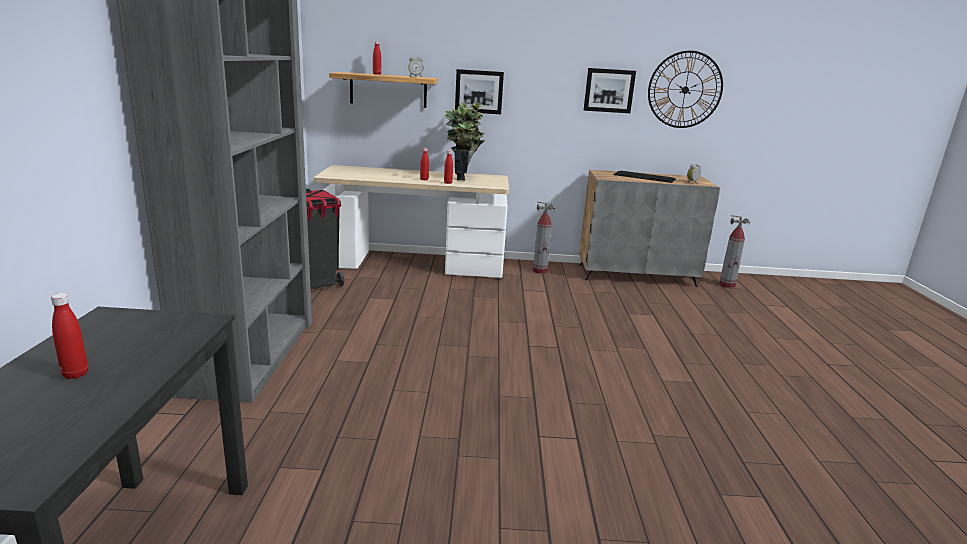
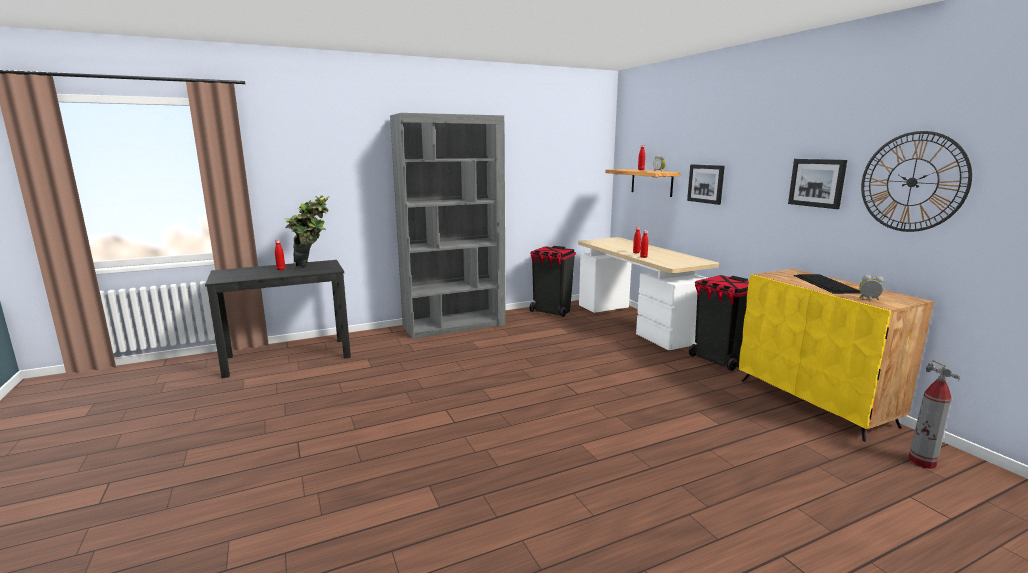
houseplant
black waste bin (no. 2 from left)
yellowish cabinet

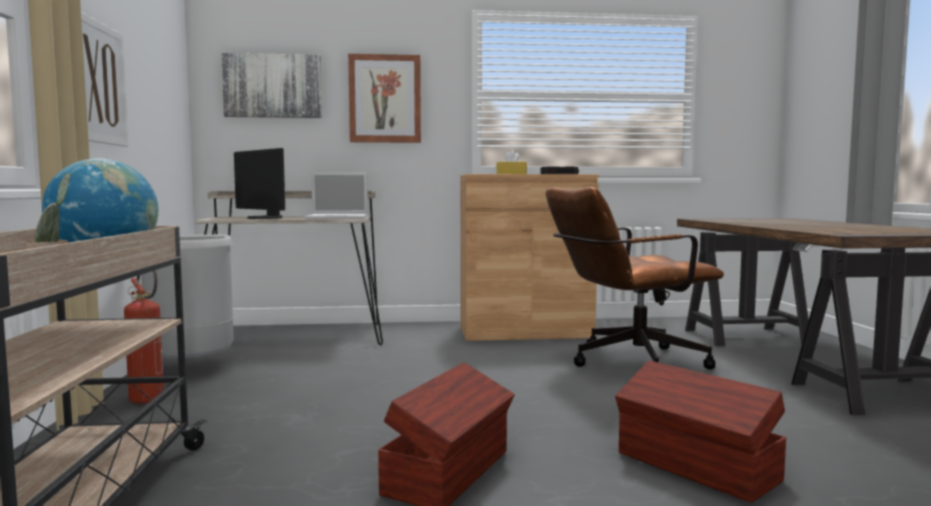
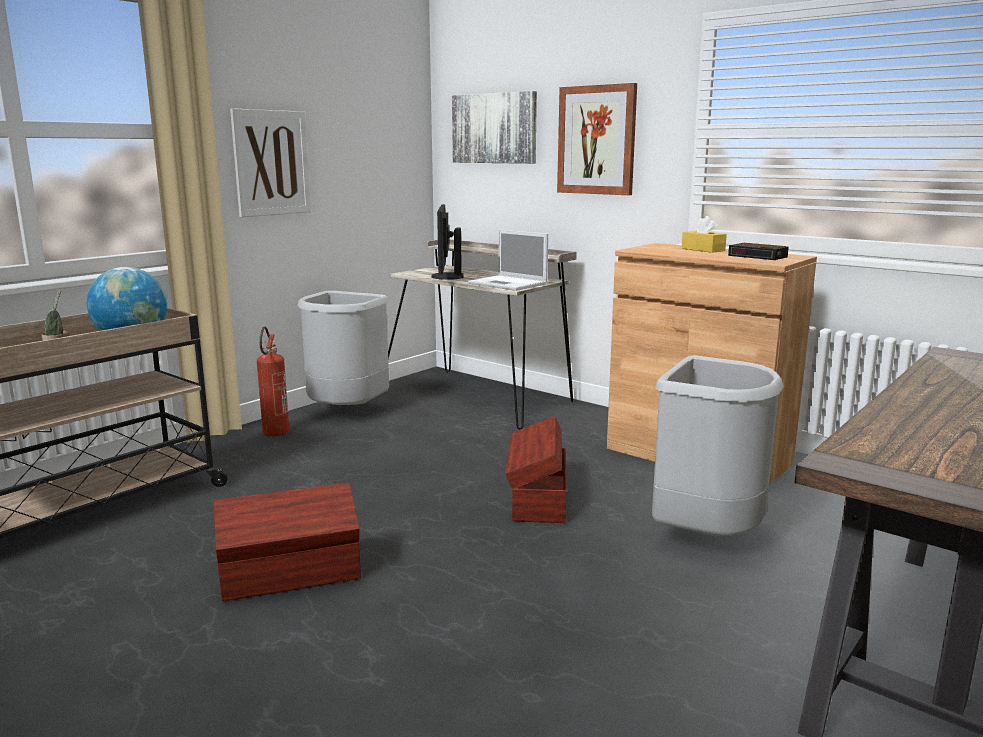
brownish storage container (no. 2 from left)
greyish waste bin (no. 2 from left)

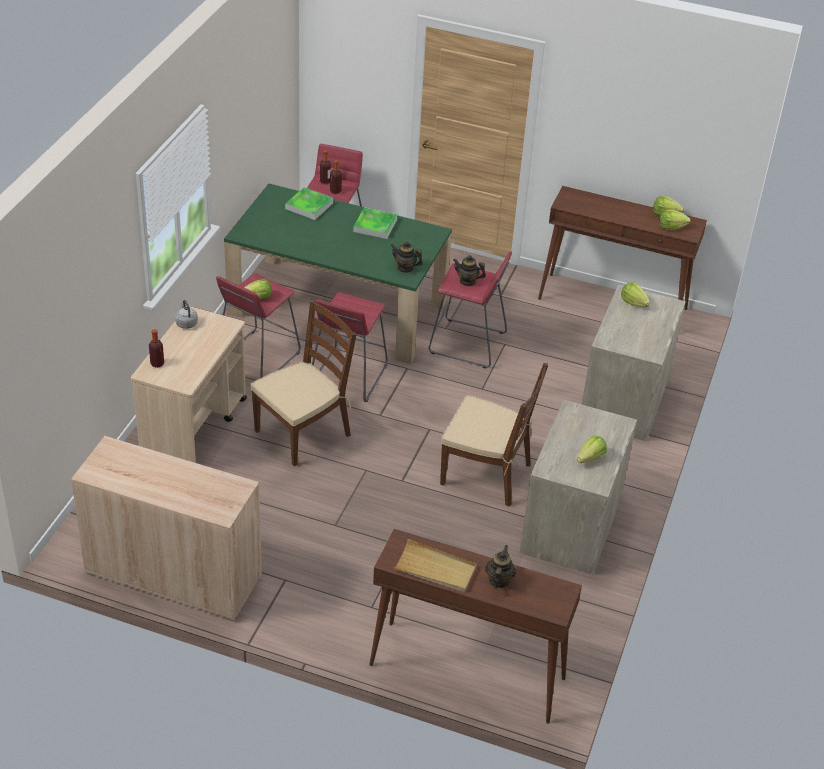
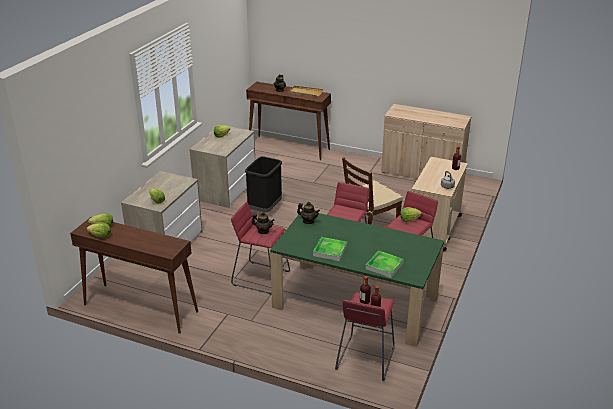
black waste bin

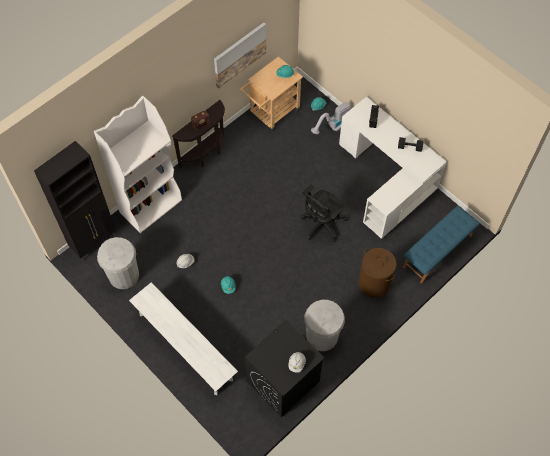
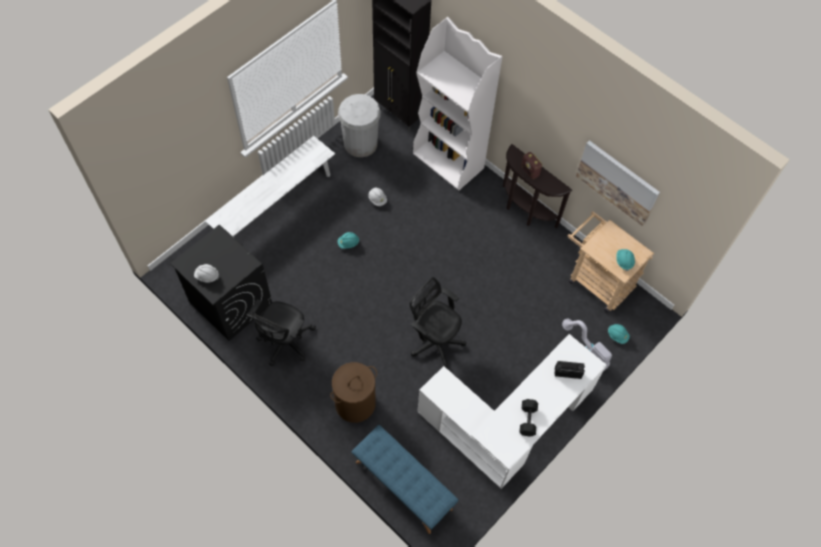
black computer chair (no. 1 from left)

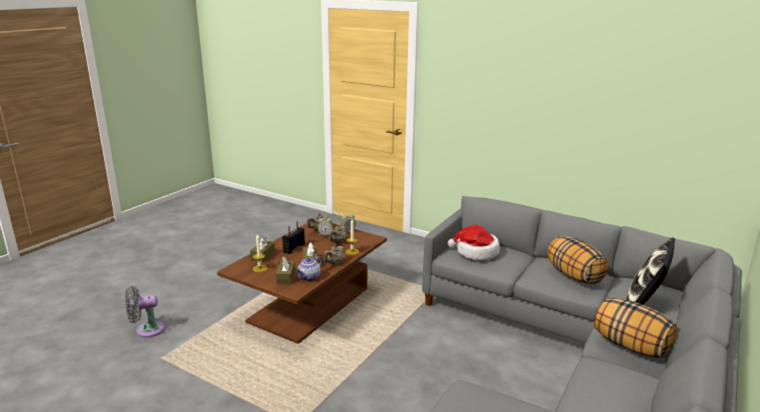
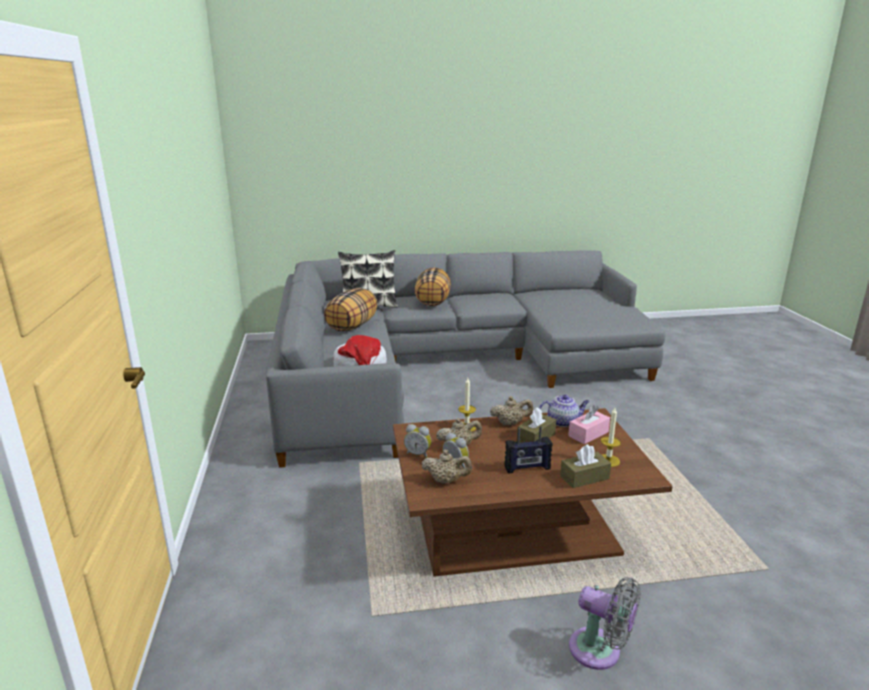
greyish electric fan
pink box of tissues

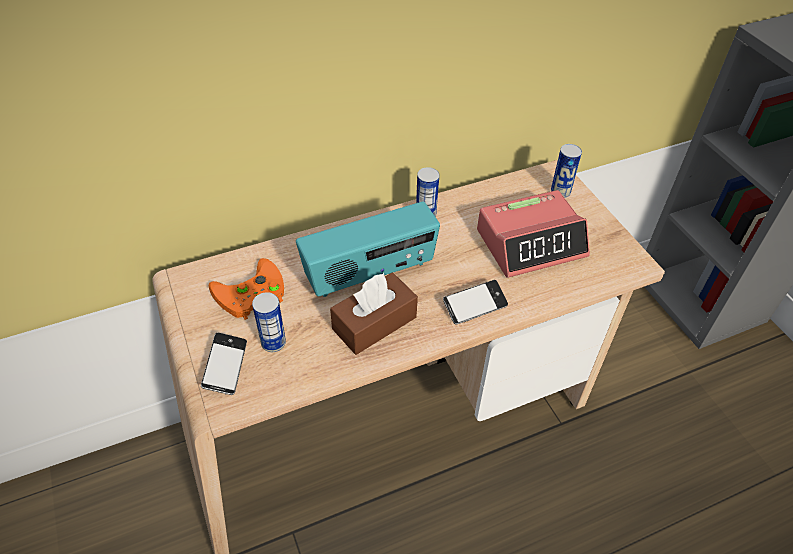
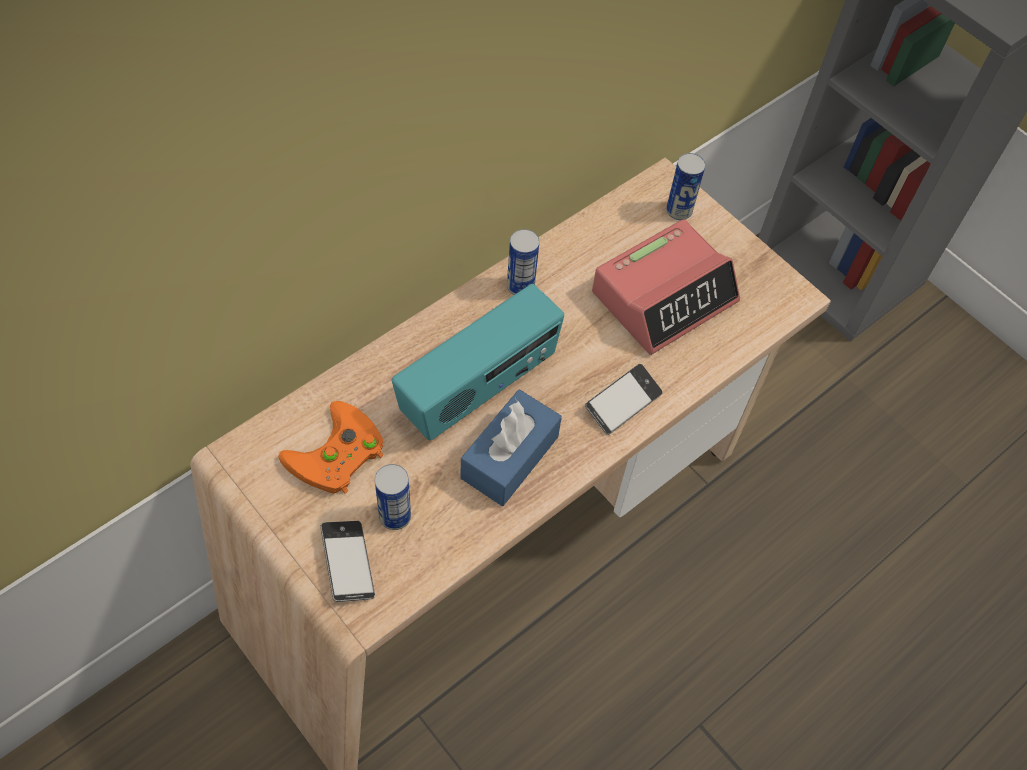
blue box of tissues

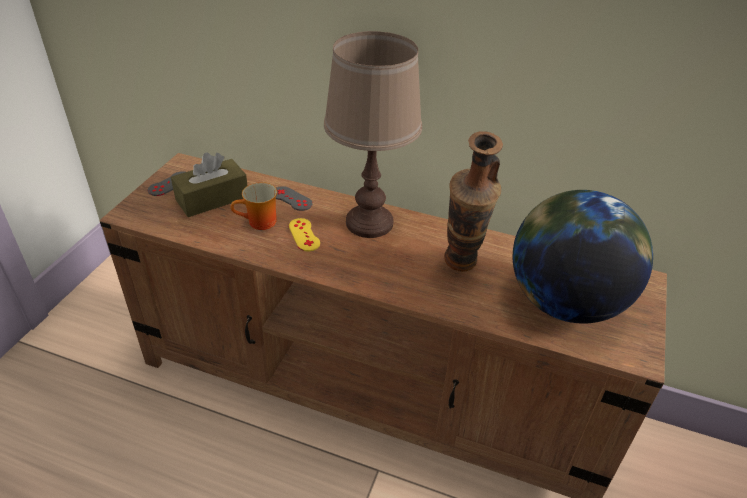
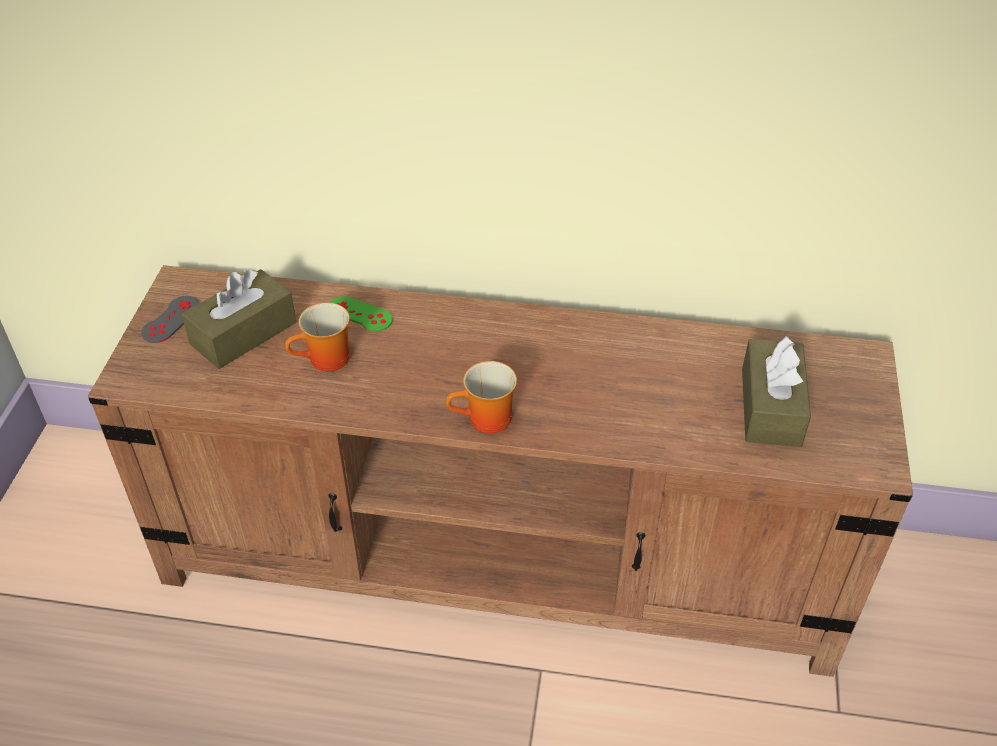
yellowish joypad
brownish tabletop lamp
vase
tea mug (no. 2 from left)
brownish box of tissues (no. 2 from left)
greenish joypad

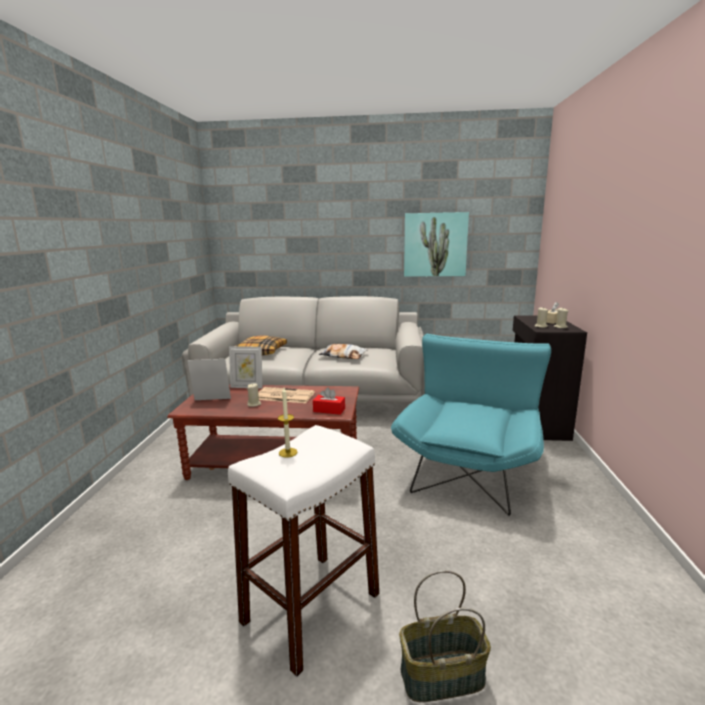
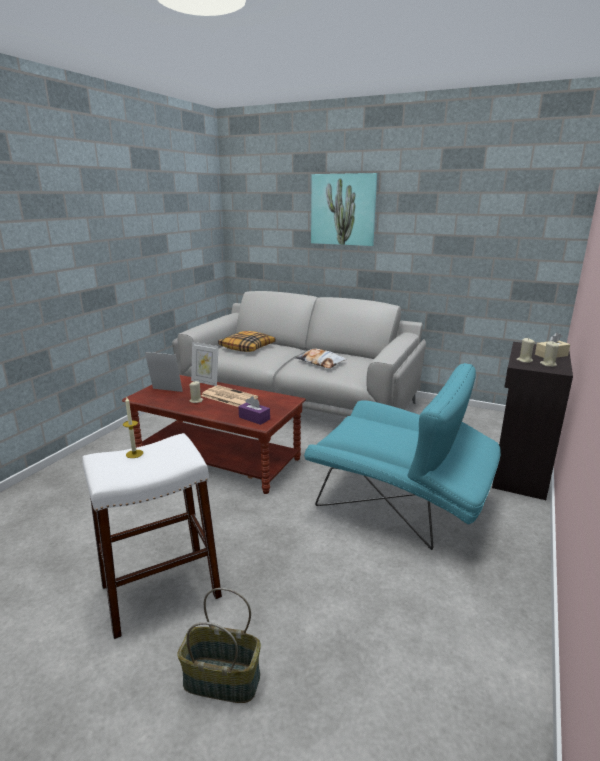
wall picture
purple box of tissues
blue-green easy chair

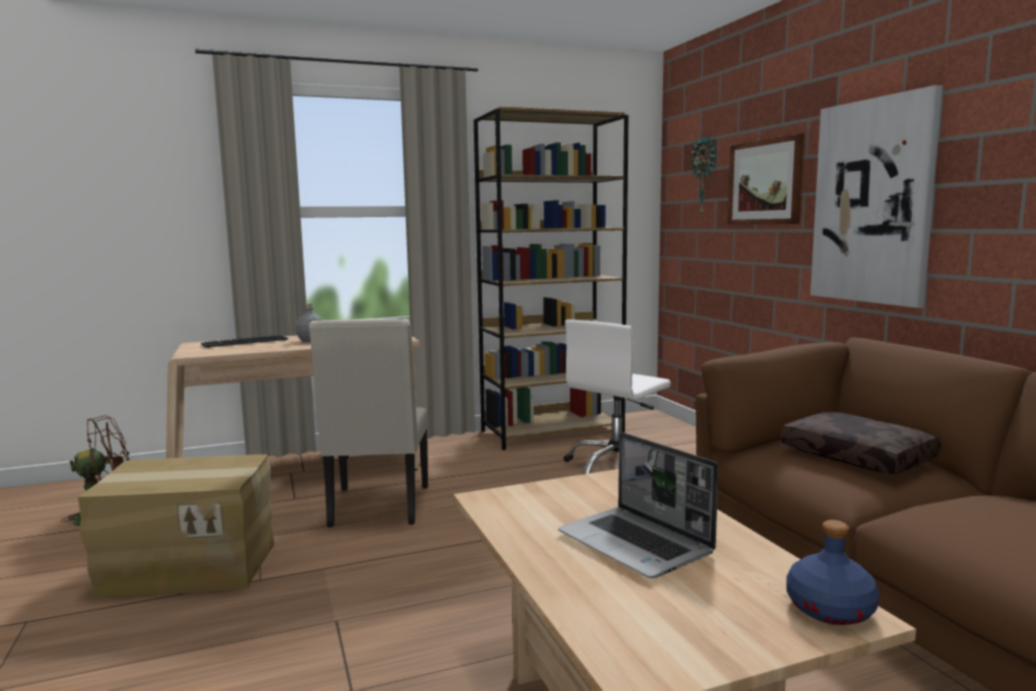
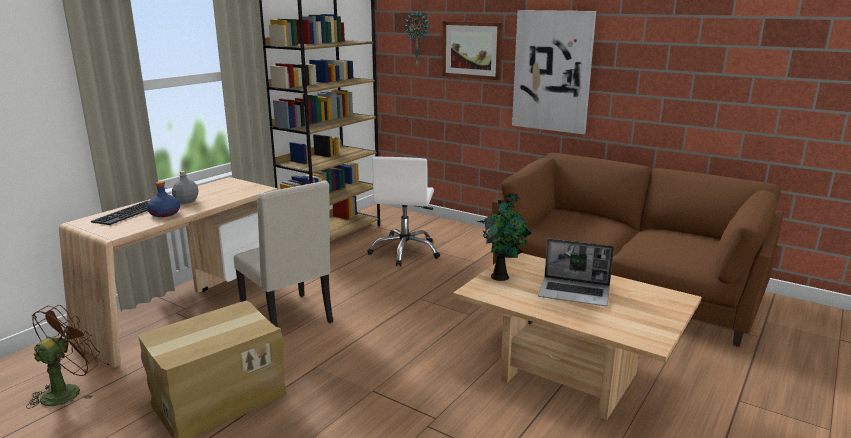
brownish cushion
houseplant
blue beverage bottle

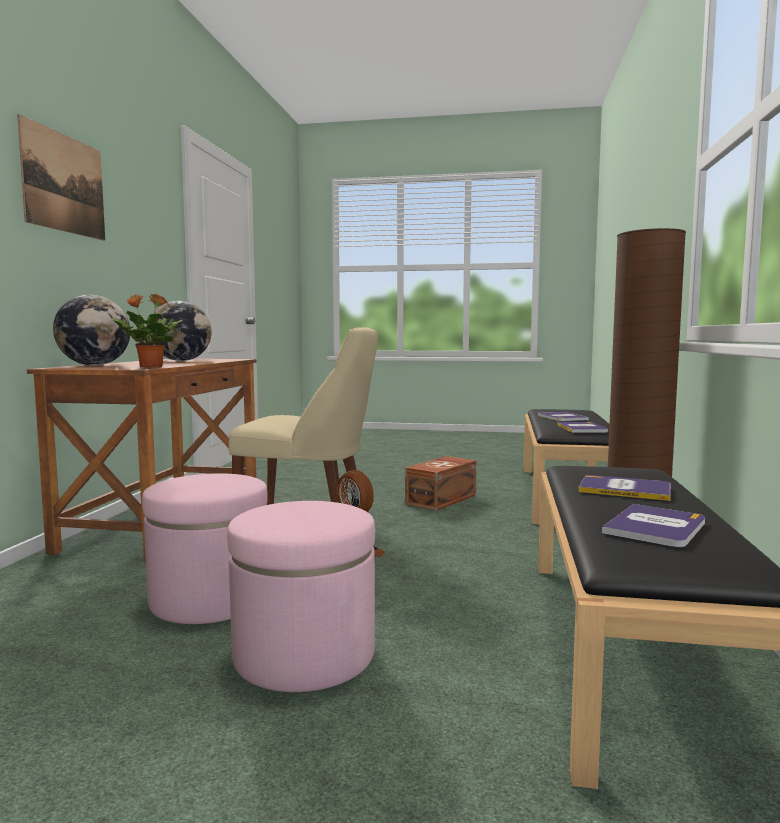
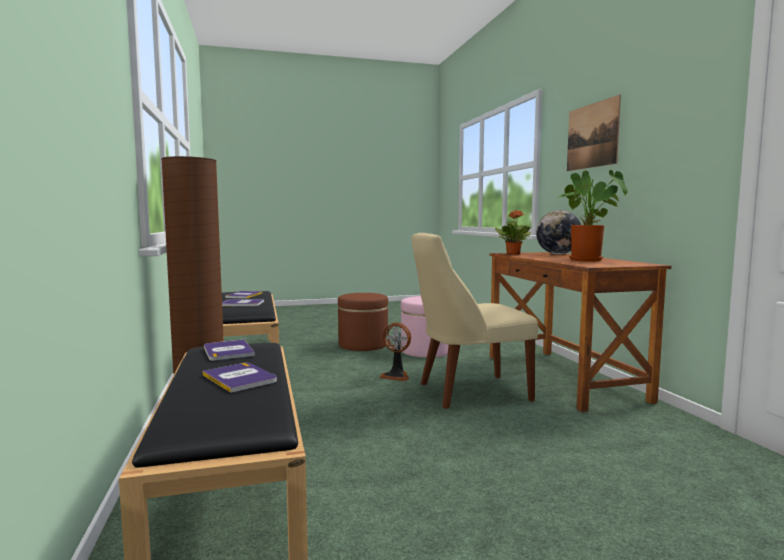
brownish storage container
houseplant (no. 2 from left)
brownish pouffe

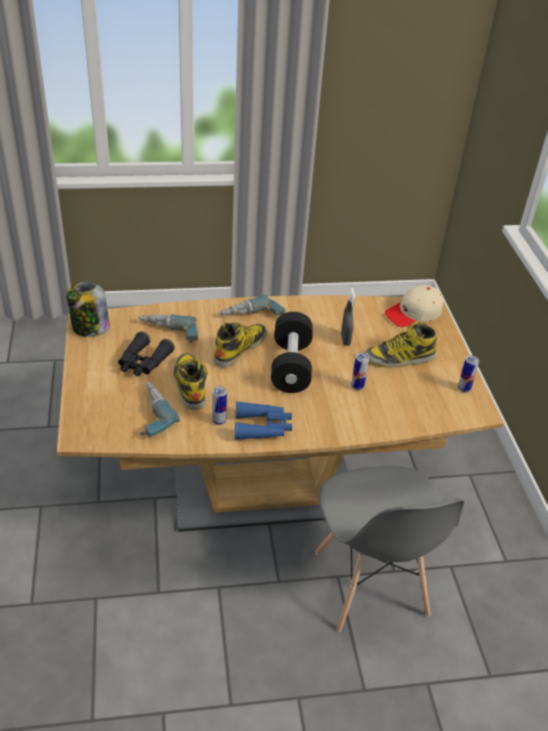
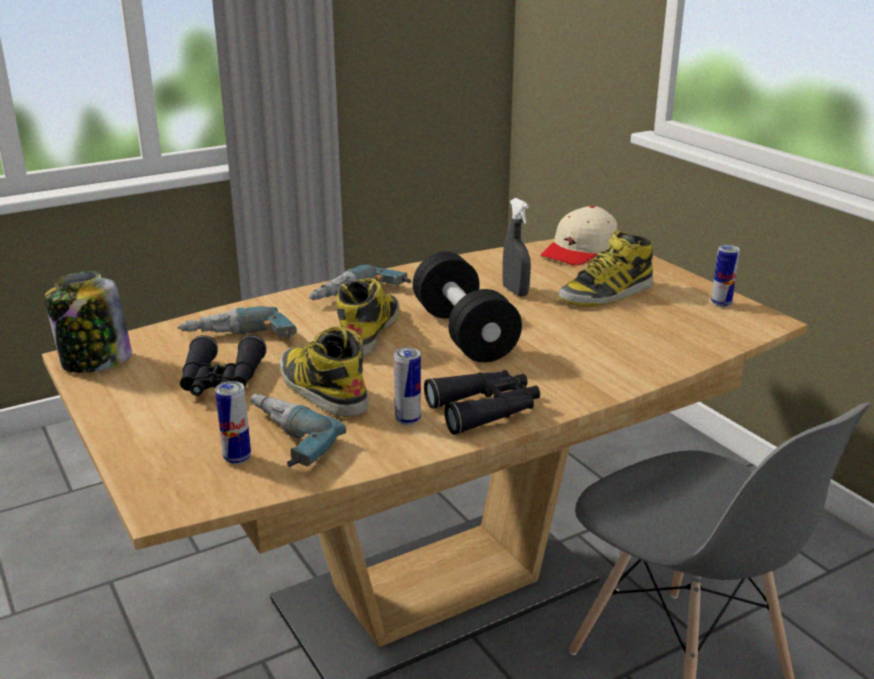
metal can (no. 1 from left)
black field glasses (no. 2 from left)

